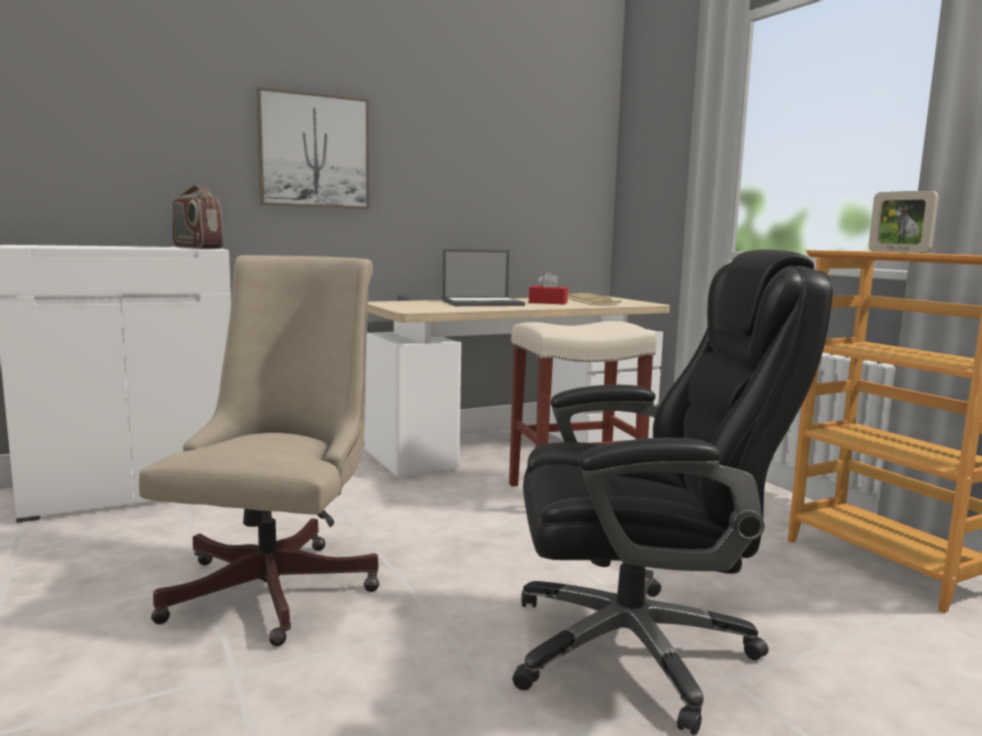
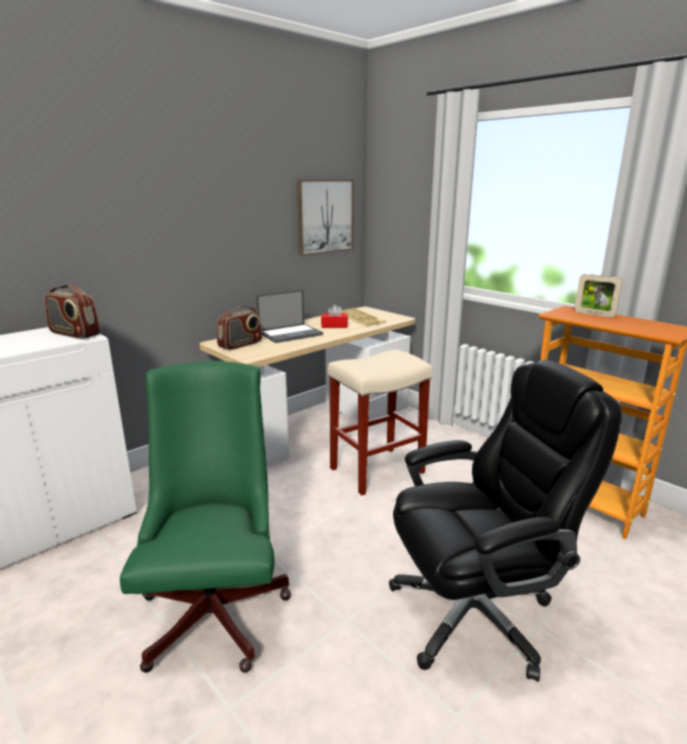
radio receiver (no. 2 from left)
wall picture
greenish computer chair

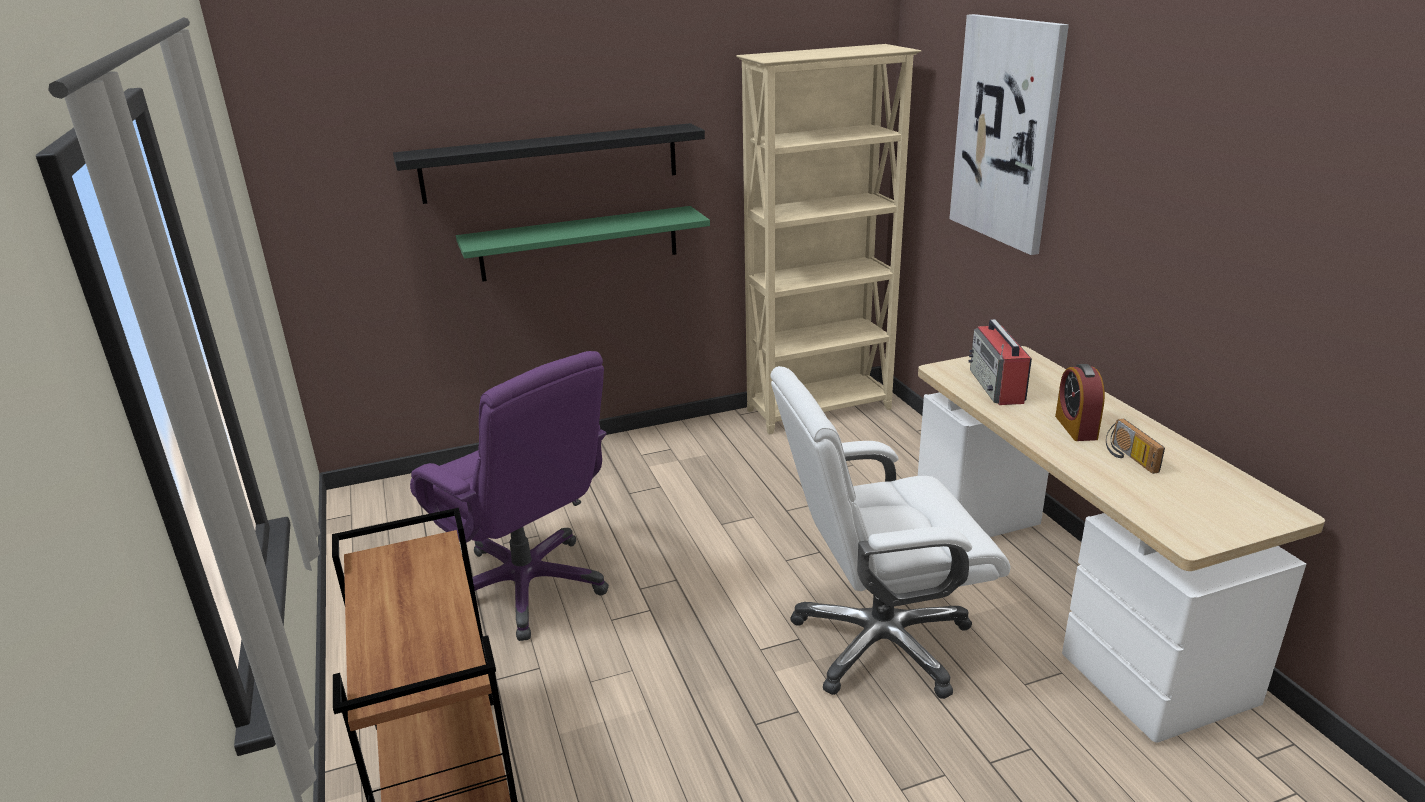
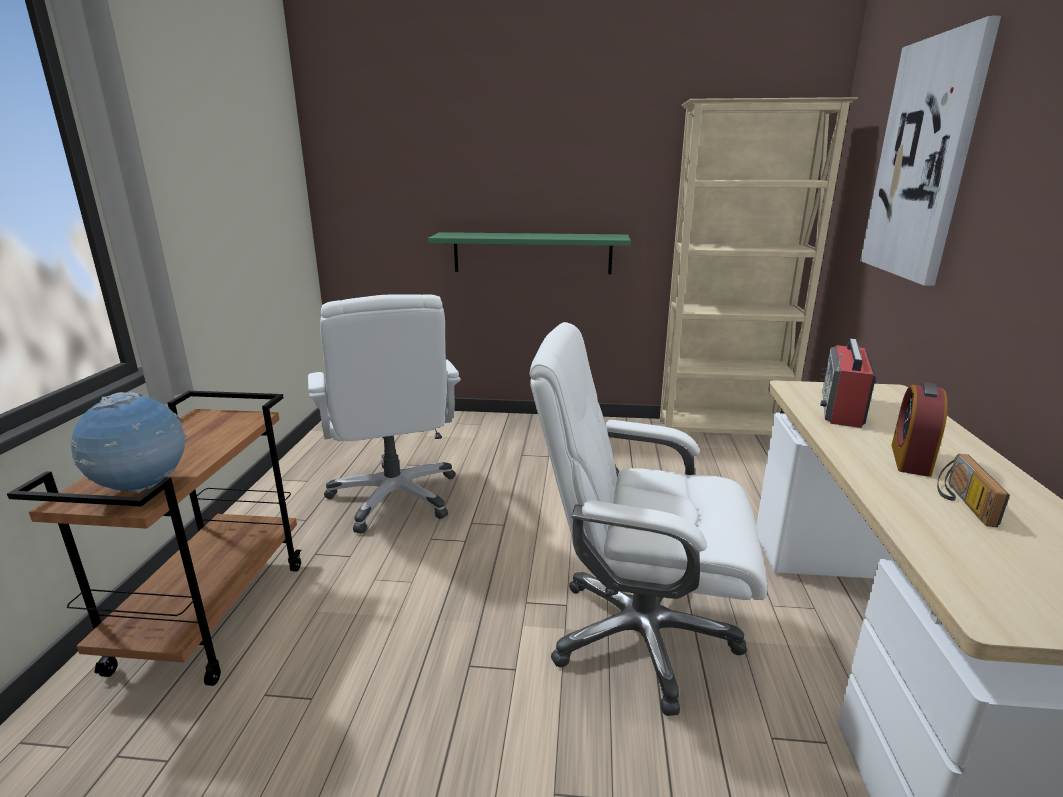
black wall shelf
desk globe
white computer chair (no. 1 from left)

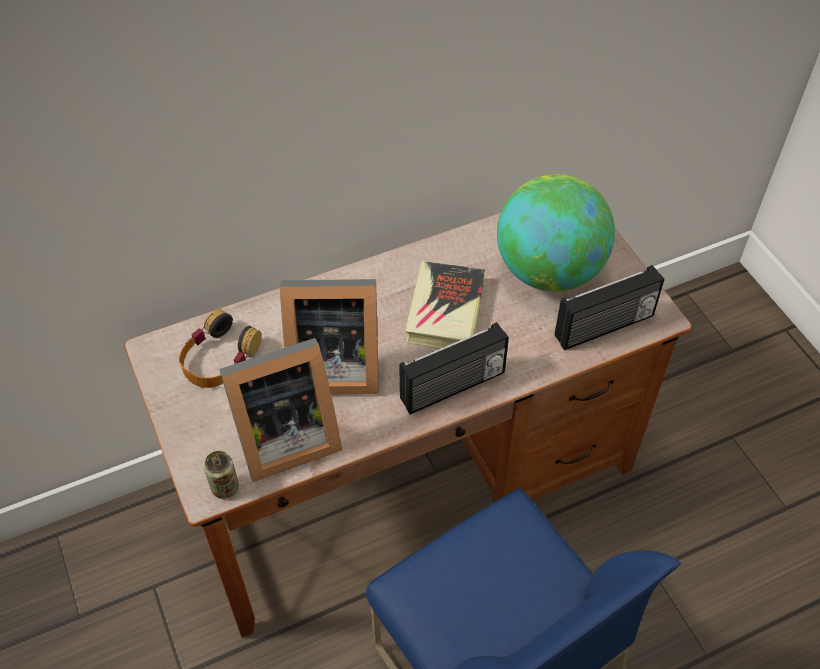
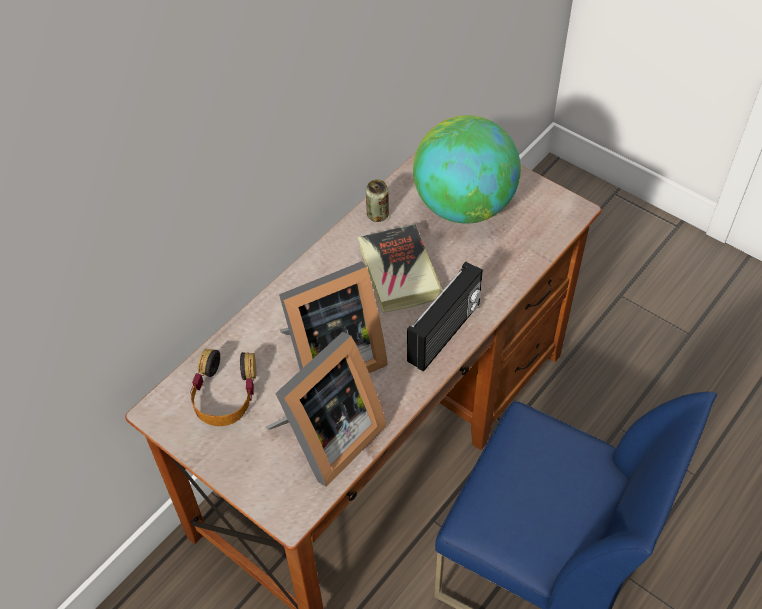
radio receiver (no. 2 from left in the first image)
metal can

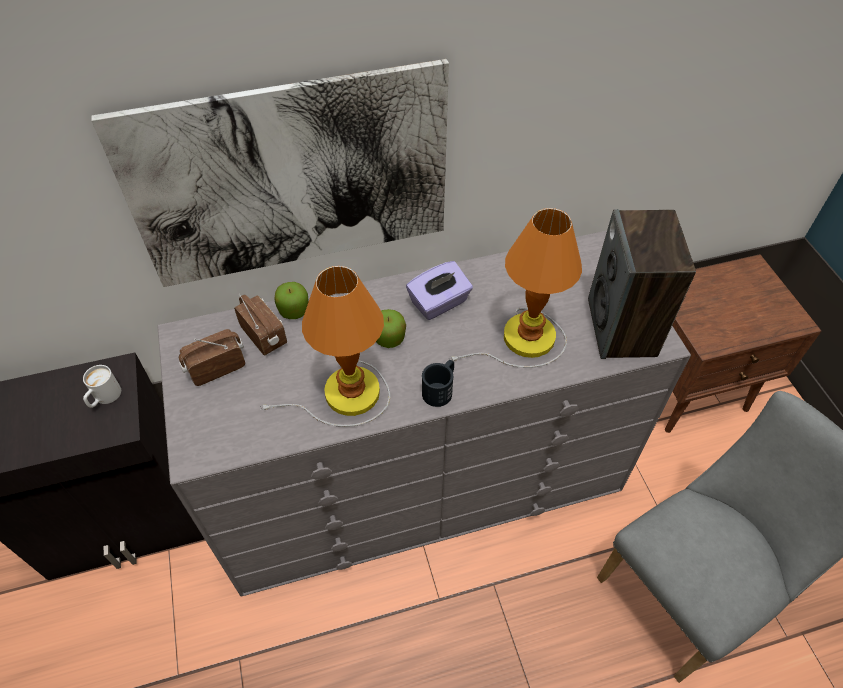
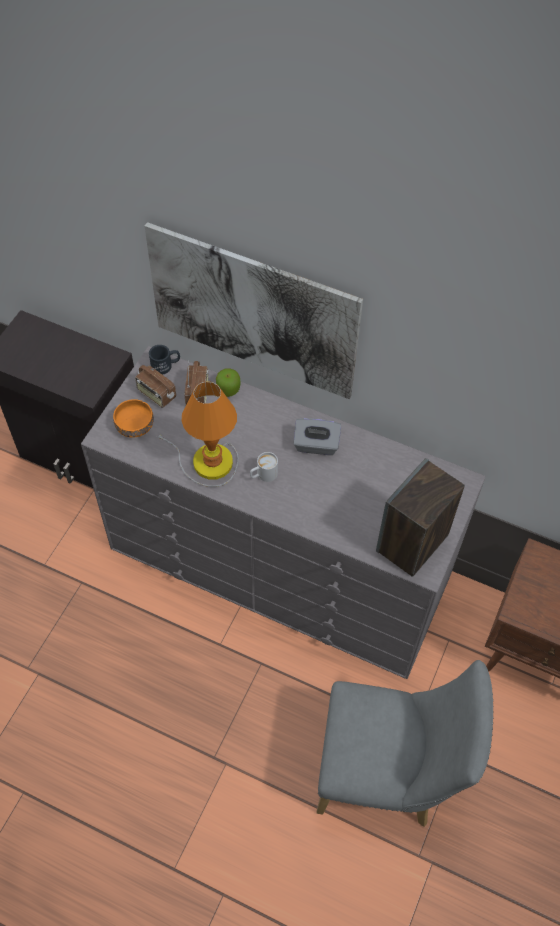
whole apple (no. 2 from left in the first image)
tabletop lamp (no. 2 from left in the first image)
orangey serving bowl
white tea mug
black tea mug
greyish box of tissues
radio receiver (no. 1 from left)

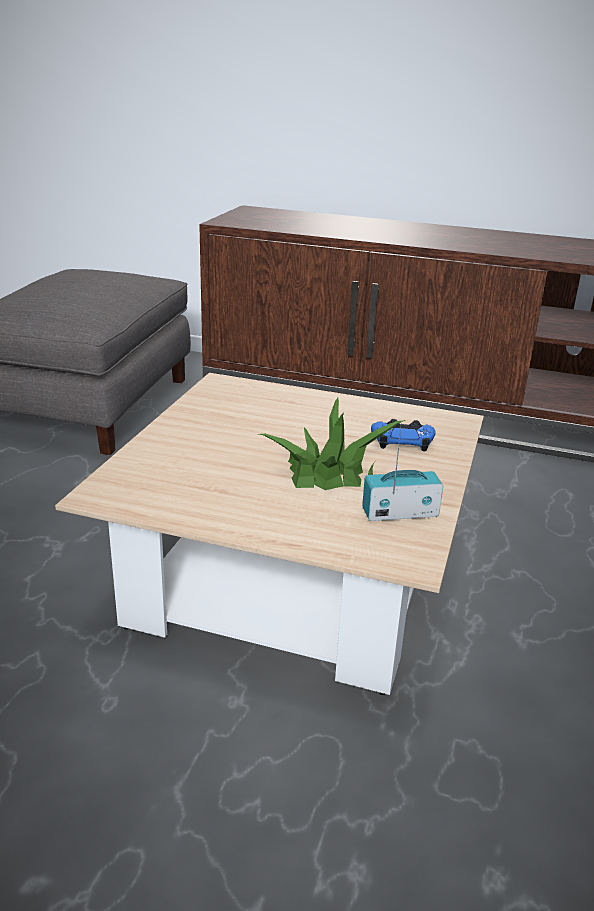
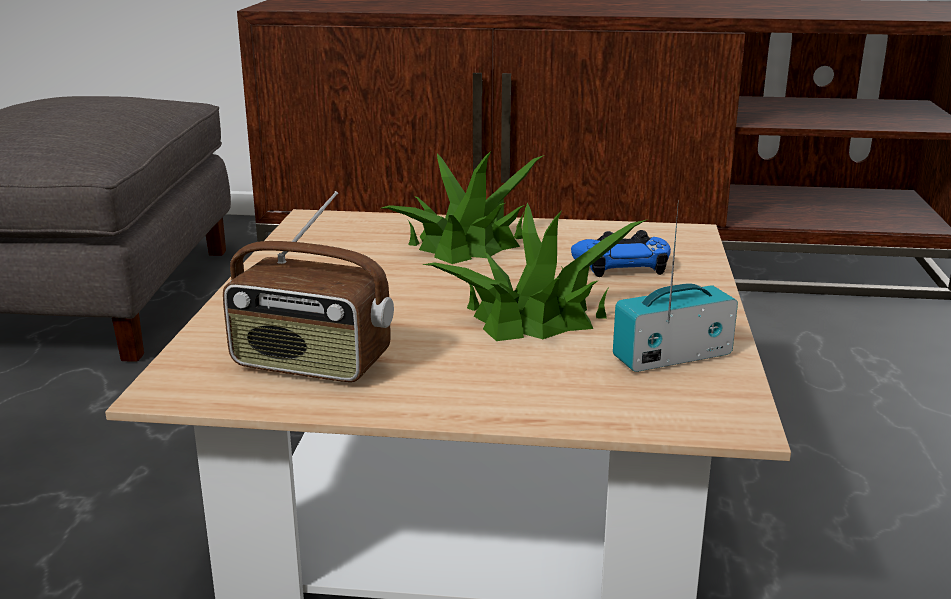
radio receiver (no. 1 from left)
houseplant (no. 1 from left)

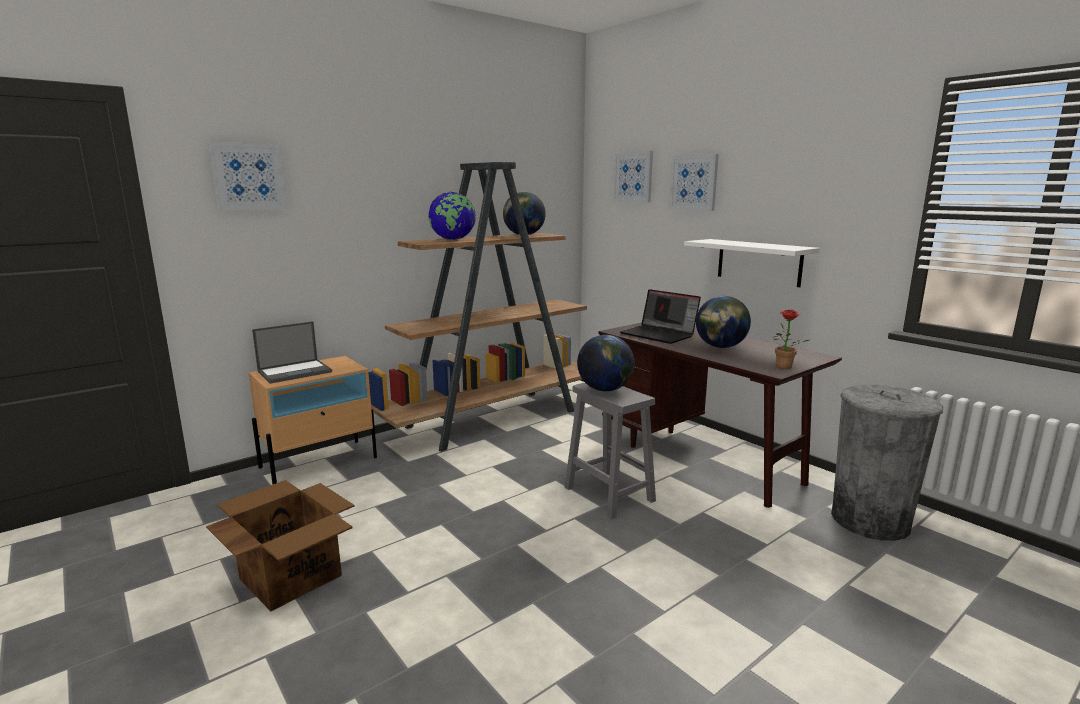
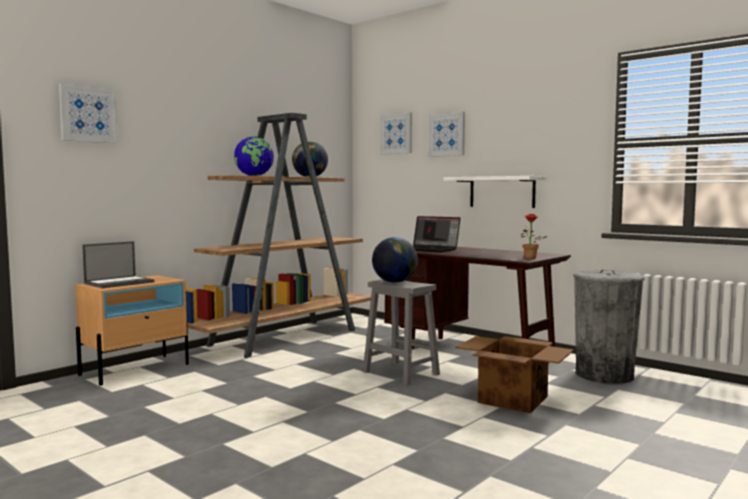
desk globe (no. 4 from left in the first image)
carton

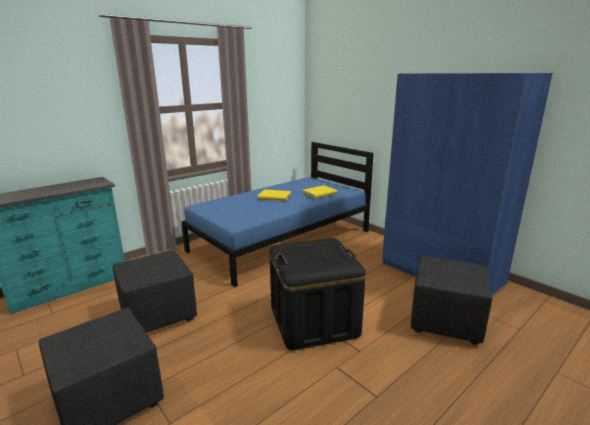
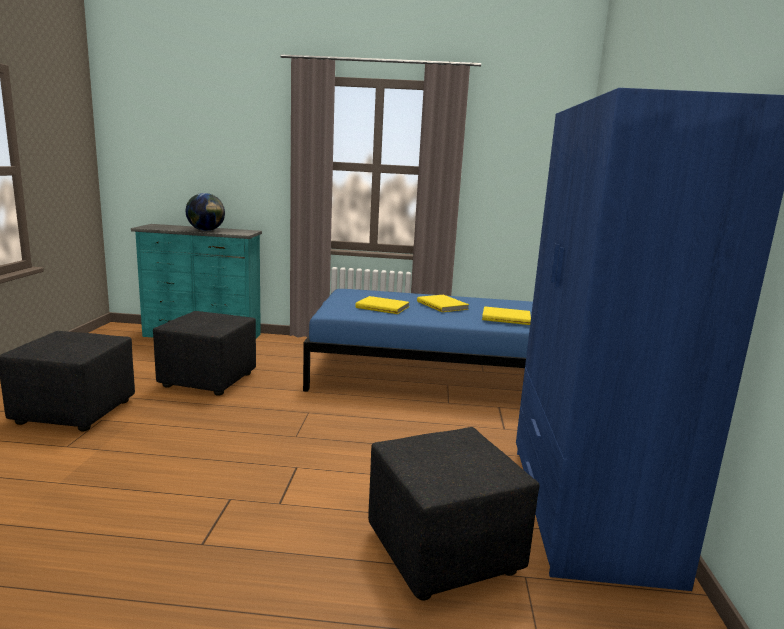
black storage container
desk globe
yellowish book (no. 1 from left)

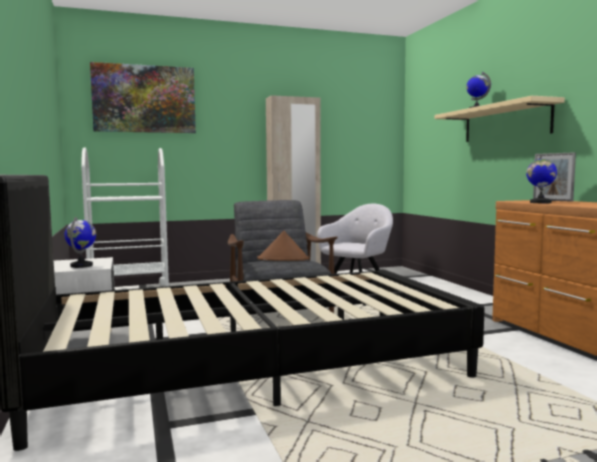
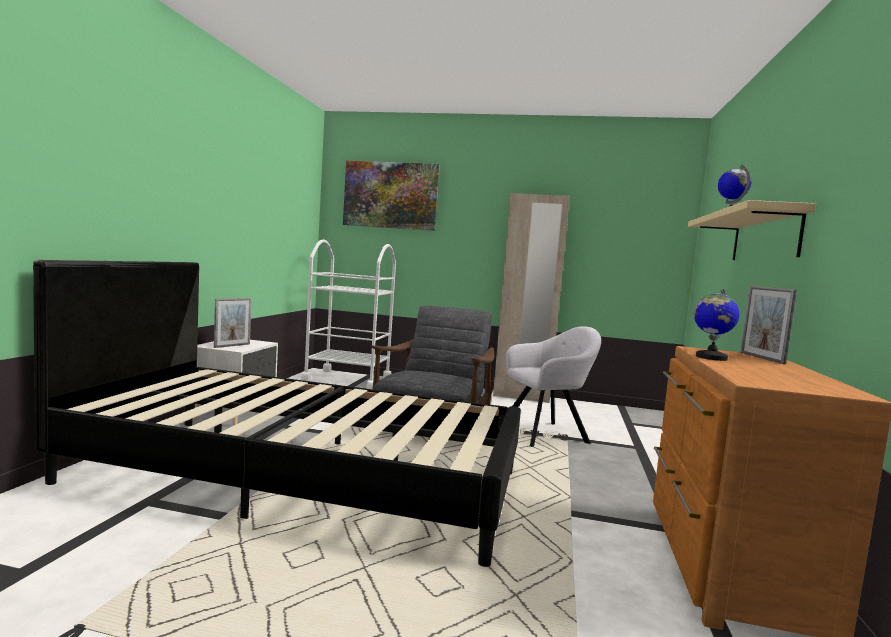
brownish wearable hat
photo frame (no. 1 from left)

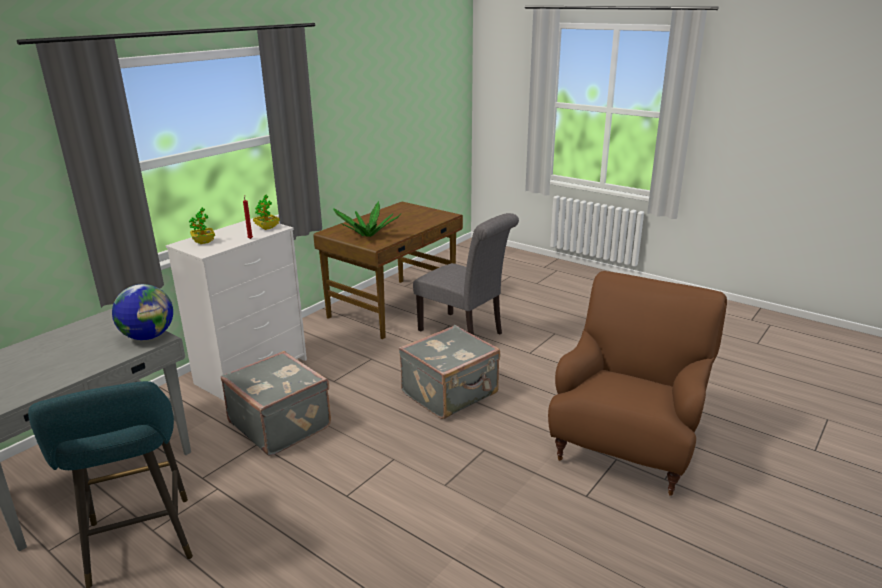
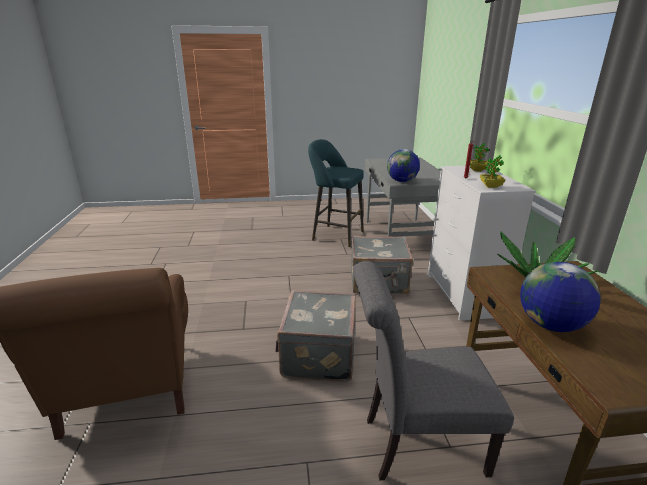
desk globe (no. 2 from left)

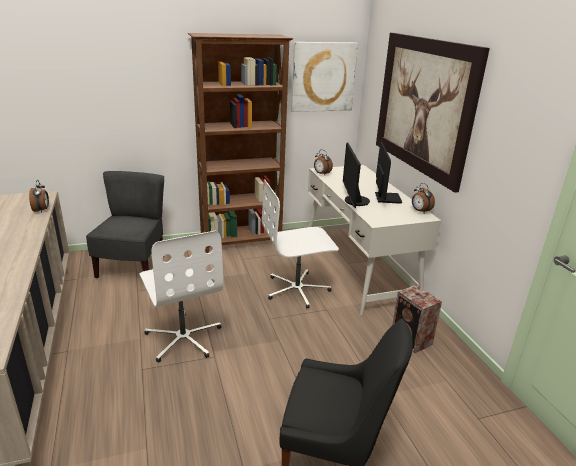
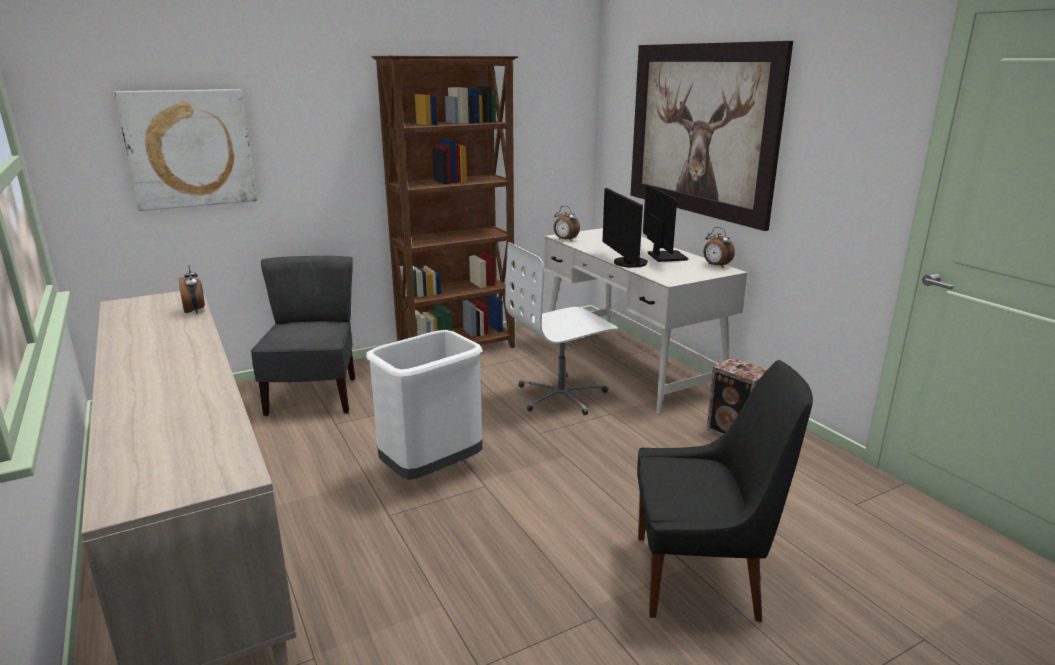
wall picture (no. 1 from left)
white waste bin

